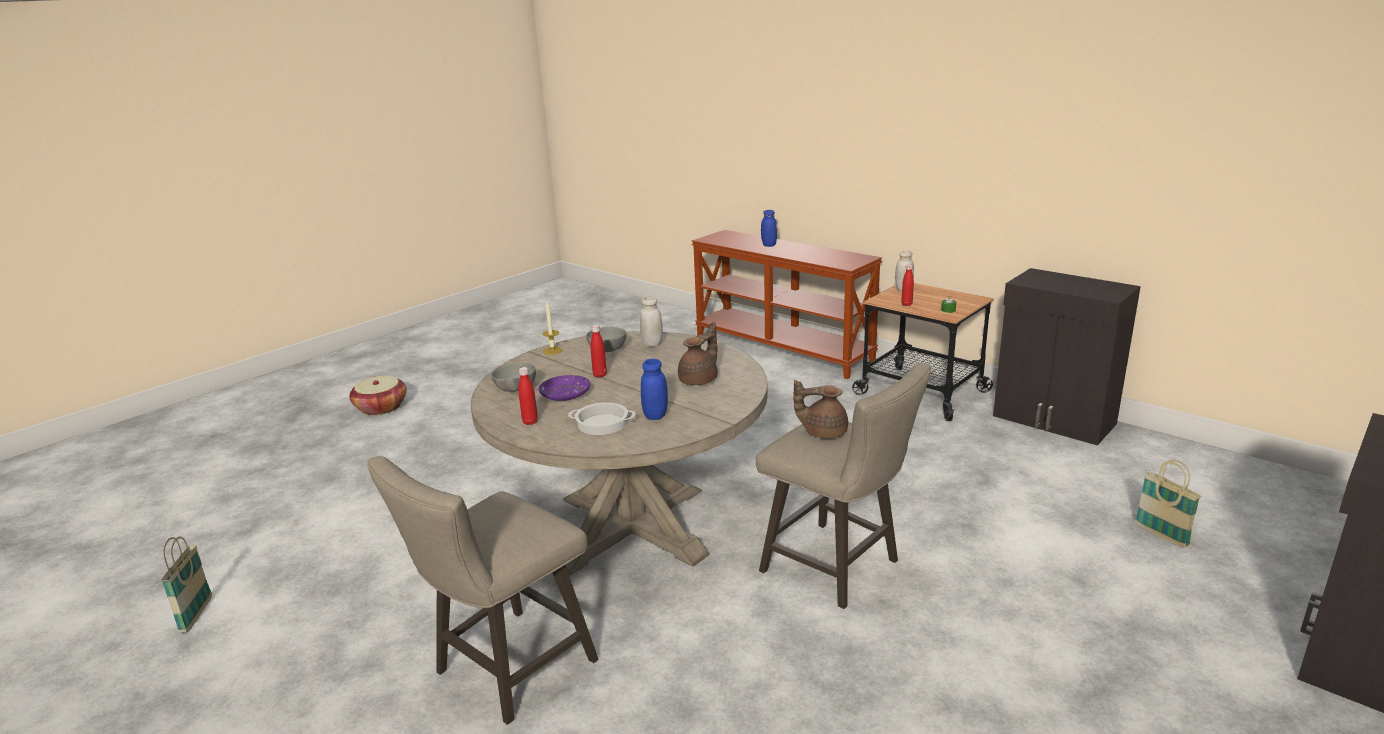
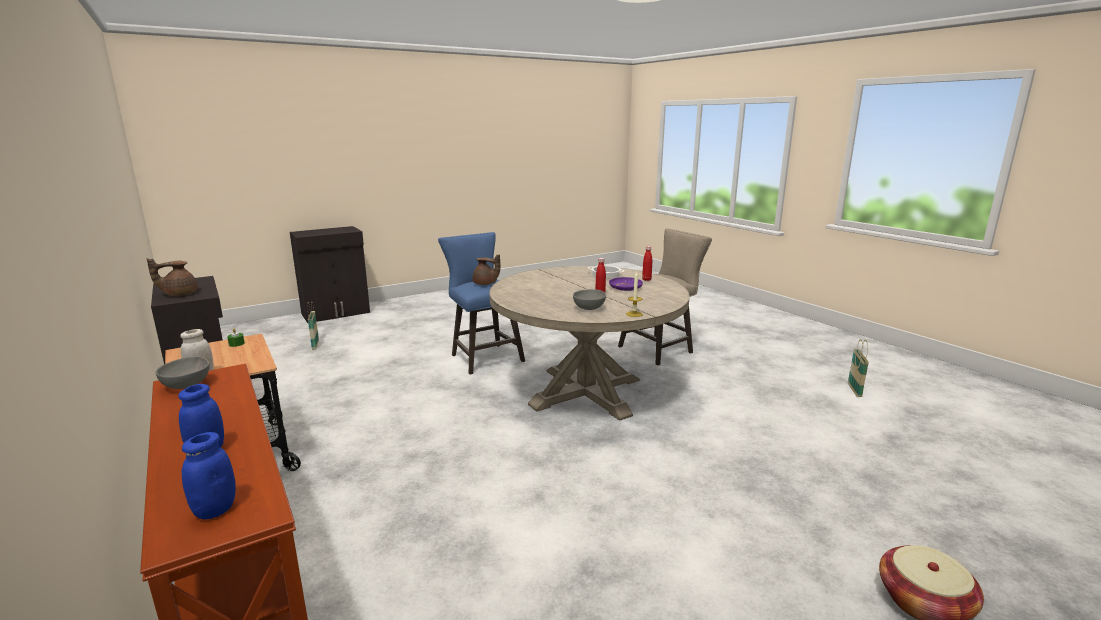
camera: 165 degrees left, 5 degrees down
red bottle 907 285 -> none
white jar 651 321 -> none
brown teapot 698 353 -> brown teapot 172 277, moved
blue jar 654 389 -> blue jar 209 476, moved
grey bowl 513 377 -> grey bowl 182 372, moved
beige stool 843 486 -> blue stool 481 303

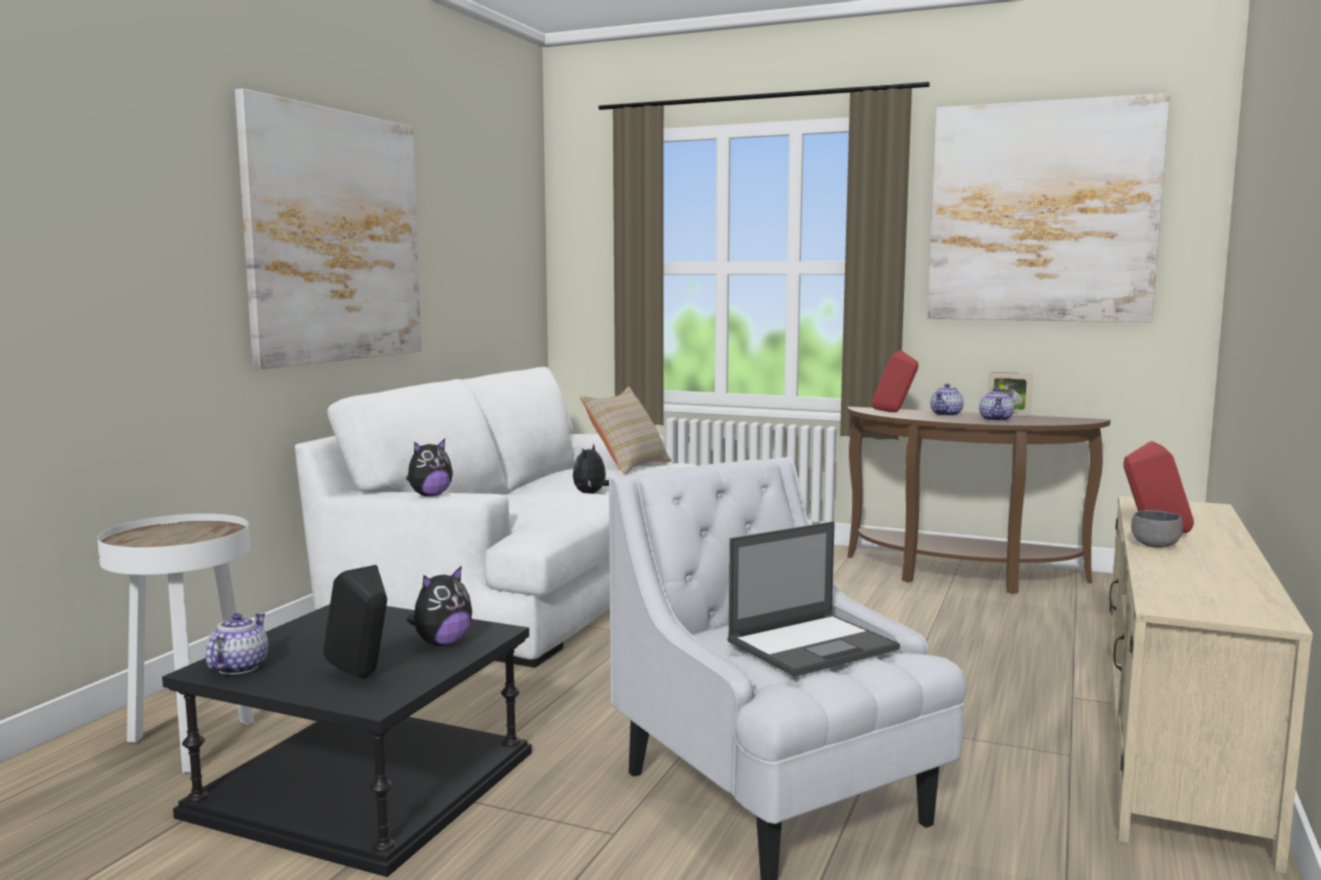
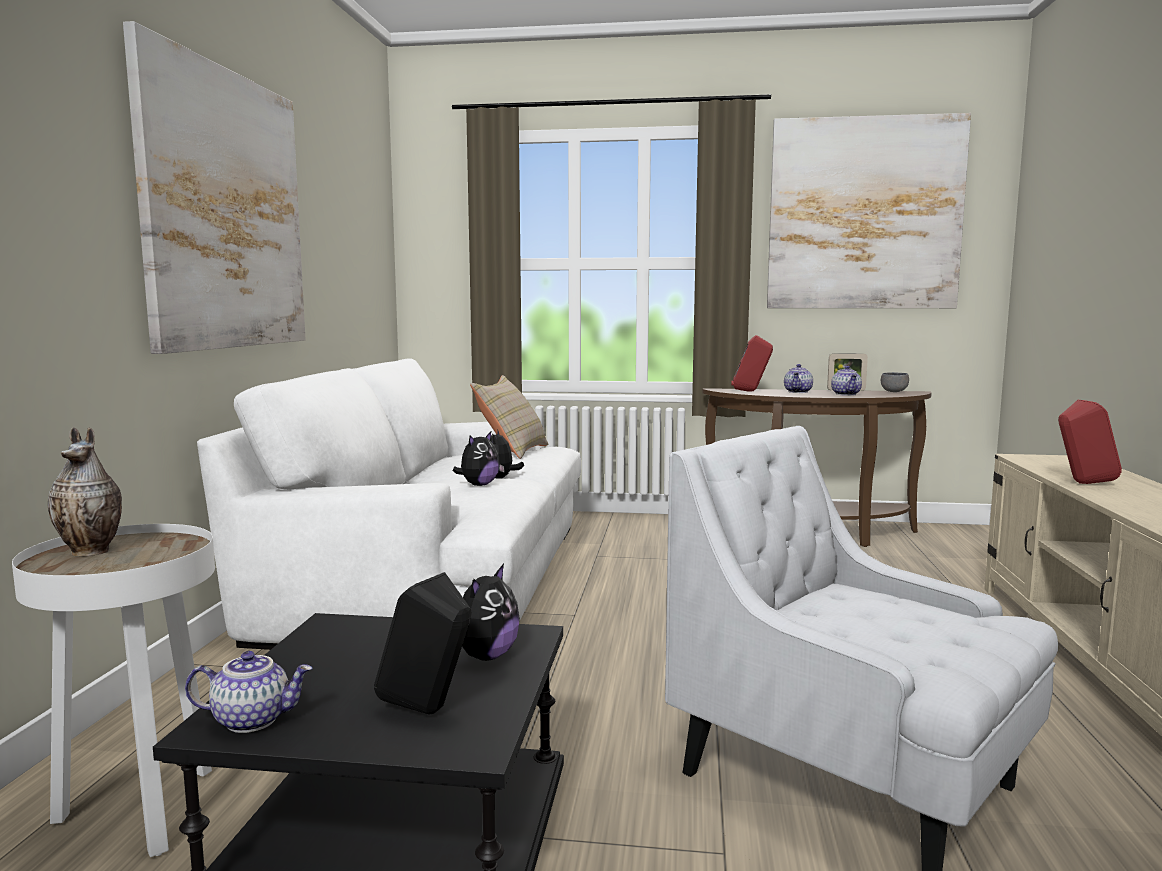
camera: 15 degrees left, 0 degrees up
plush toy 429 467 -> plush toy 476 459, moved
grey bowl 1157 529 -> grey bowl 895 382, moved
laptop 813 599 -> none
teapot 237 644 -> teapot 248 692, 90 degrees clockwise
none -> vase 85 491

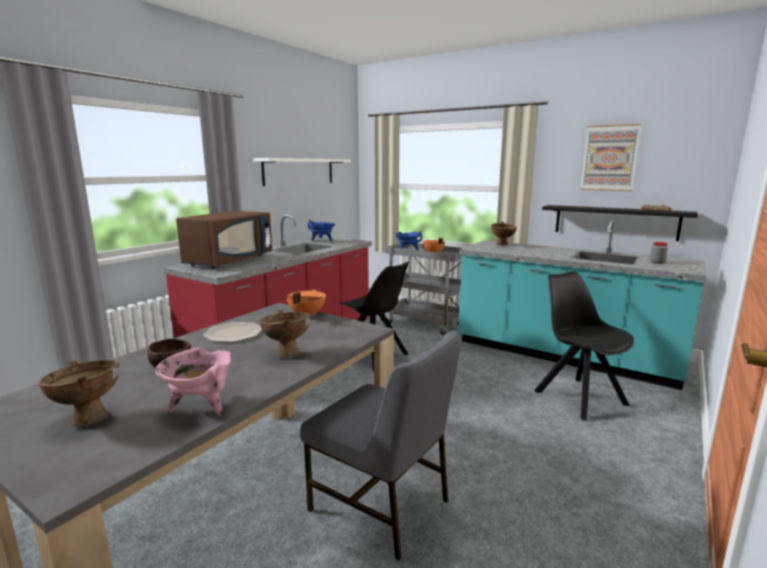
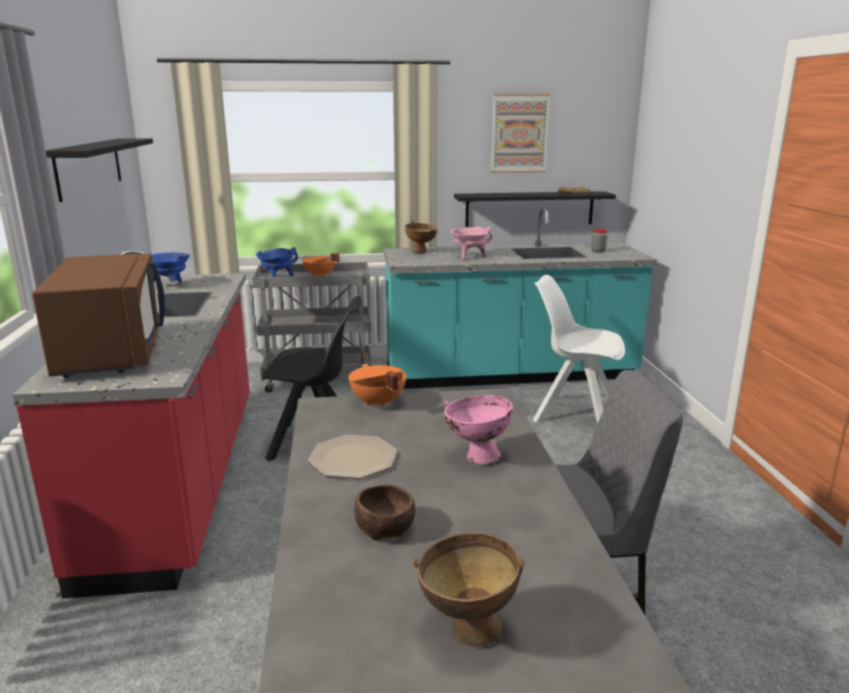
camera: 40 degrees left, 5 degrees up
white shelf 302 172 -> black shelf 99 170
black chair 584 346 -> white chair 579 349
brown bowl 284 334 -> pink bowl 478 429
pink cooking pot 193 381 -> pink cooking pot 471 242, moved

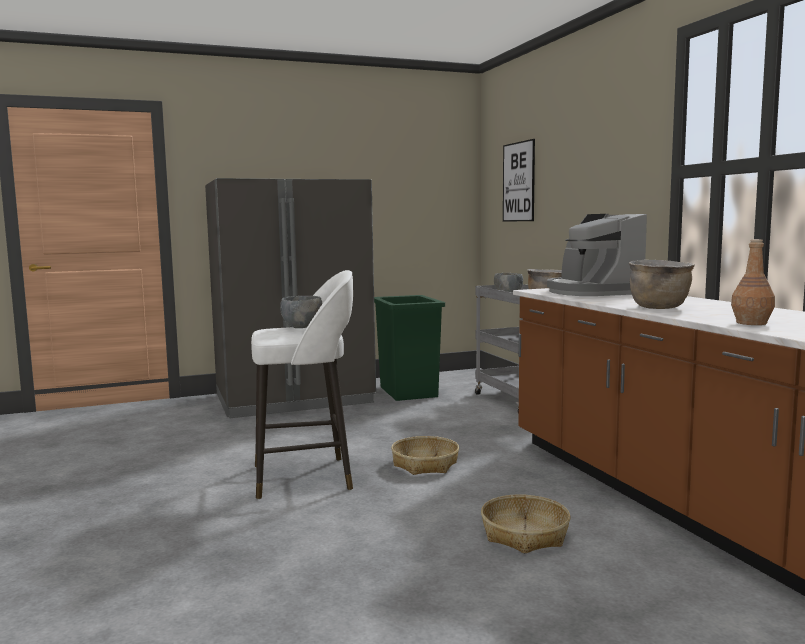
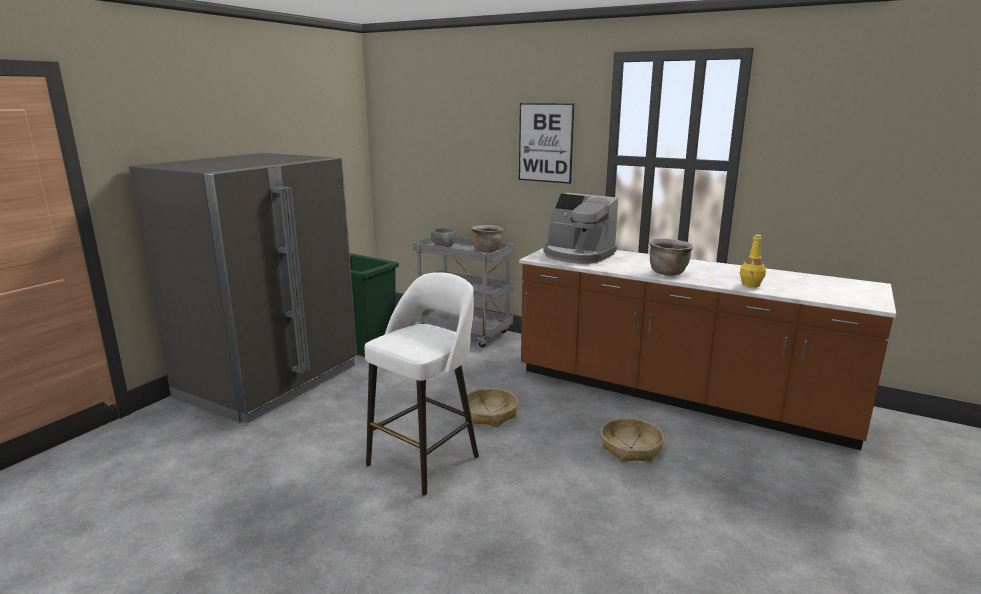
camera: 40 degrees left, 10 degrees up
picture 519 180 -> picture 546 143, moved
brown bottle 753 282 -> yellow bottle 753 261
grey bowl 301 312 -> none

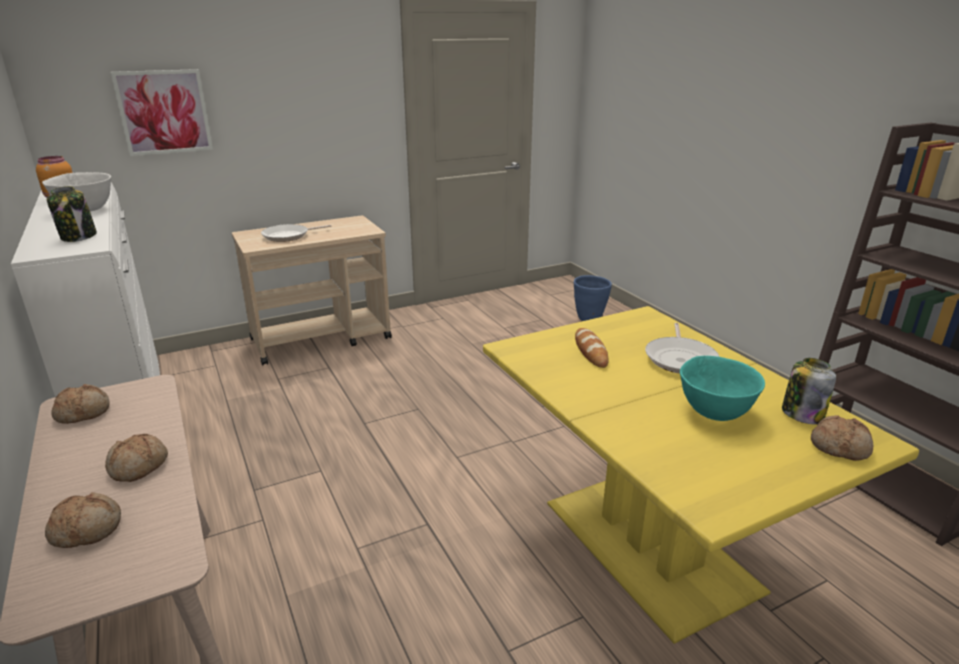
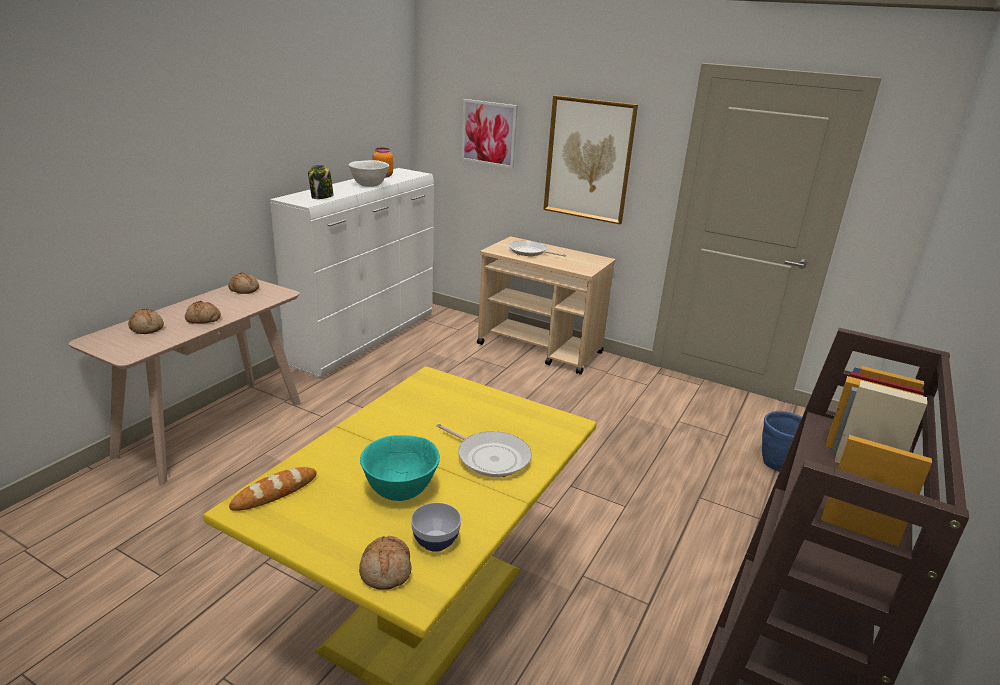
camera: 55 degrees right, 0 degrees up
frying pan 682 348 -> frying pan 484 450, 120 degrees counterclockwise
bread 591 348 -> bread 273 489, moved
jar 809 391 -> bowl 436 527
none -> picture 590 159

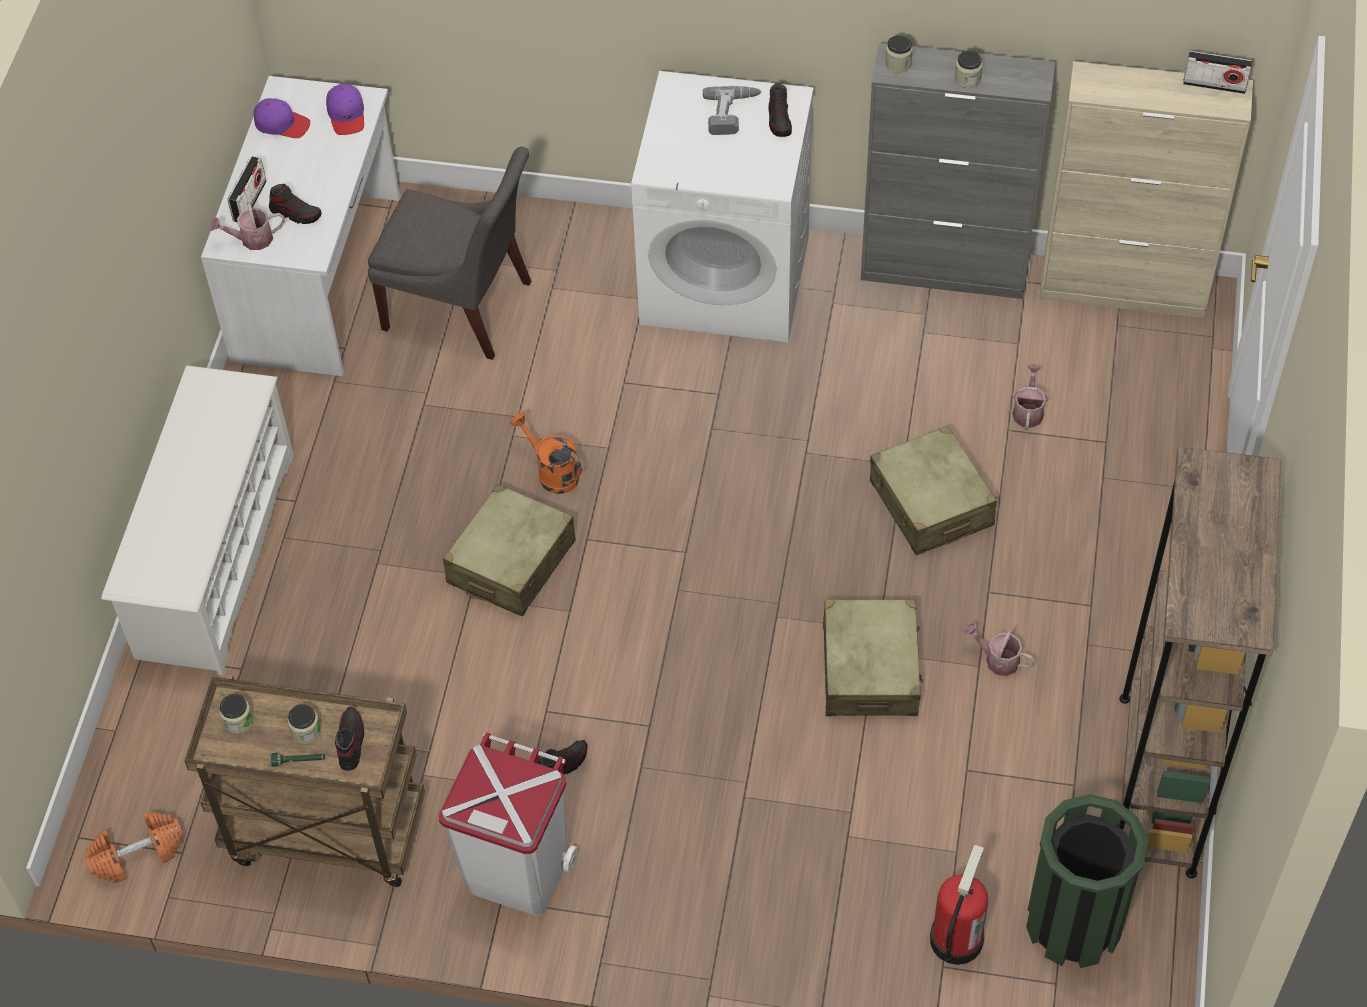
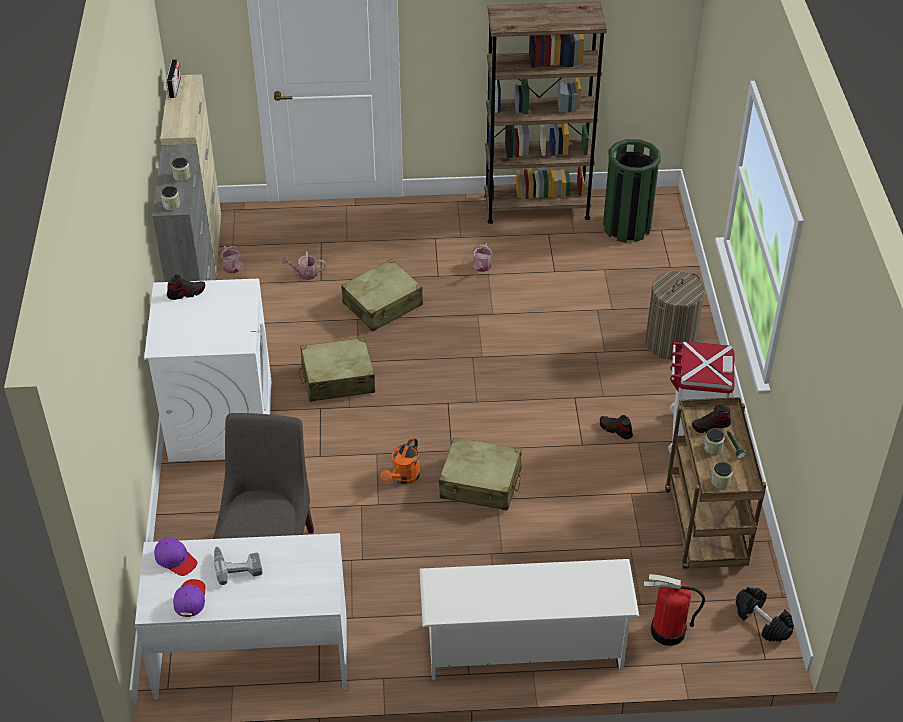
camera: 105 degrees left, 10 degrees down
purple cap 345 109 -> purple cap 176 556, 60 degrees clockwise
power drill 732 110 -> power drill 238 566, moved
radio 247 189 -> none
shoe 295 204 -> none
watering can 247 226 -> watering can 232 260, moved
beige suitcase 873 657 -> beige suitcase 336 370, moved
orange dumbbell 134 847 -> black dumbbell 765 614
fire extinguisher 959 904 -> fire extinguisher 674 610, moved
none -> laundry basket 675 315

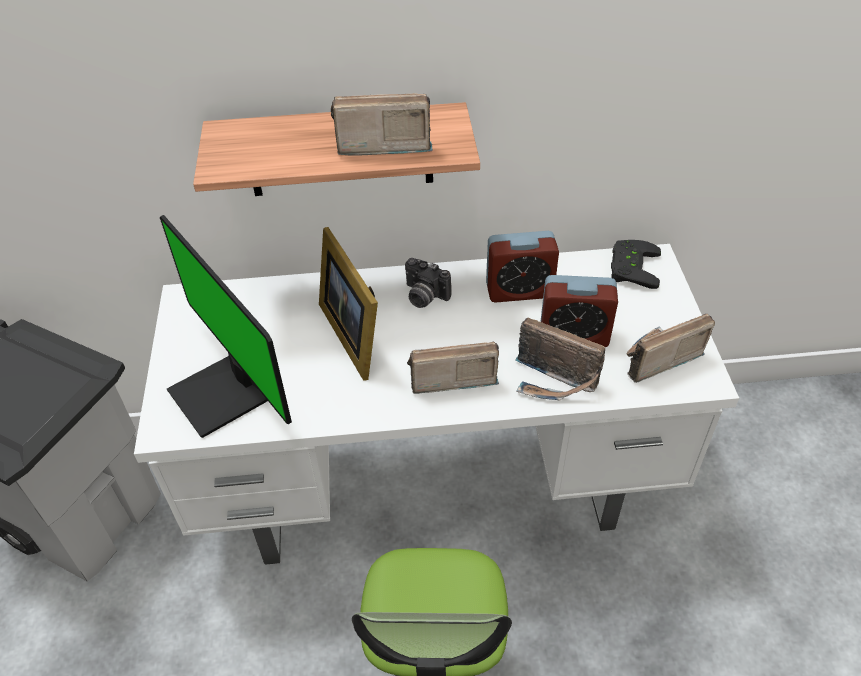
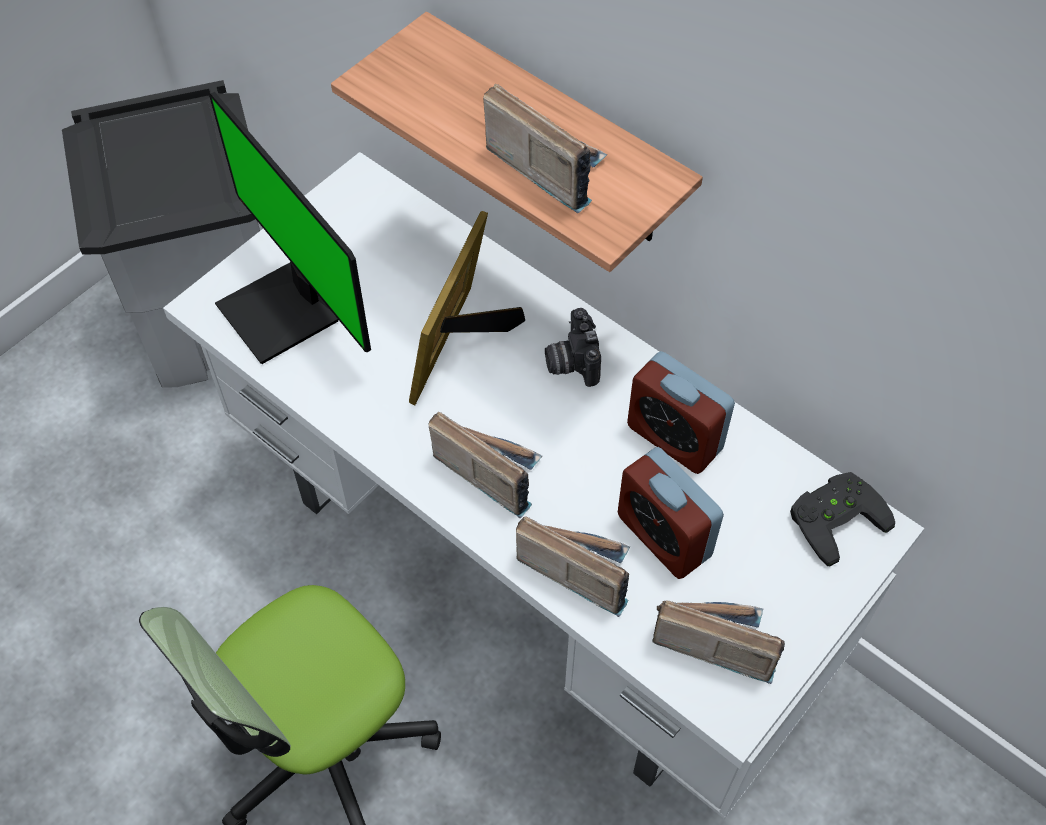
camera: 45 degrees right, 10 degrees up
monitor 226 326 -> monitor 290 228, 45 degrees counterclockwise
radio 560 359 -> radio 573 566, 135 degrees clockwise

